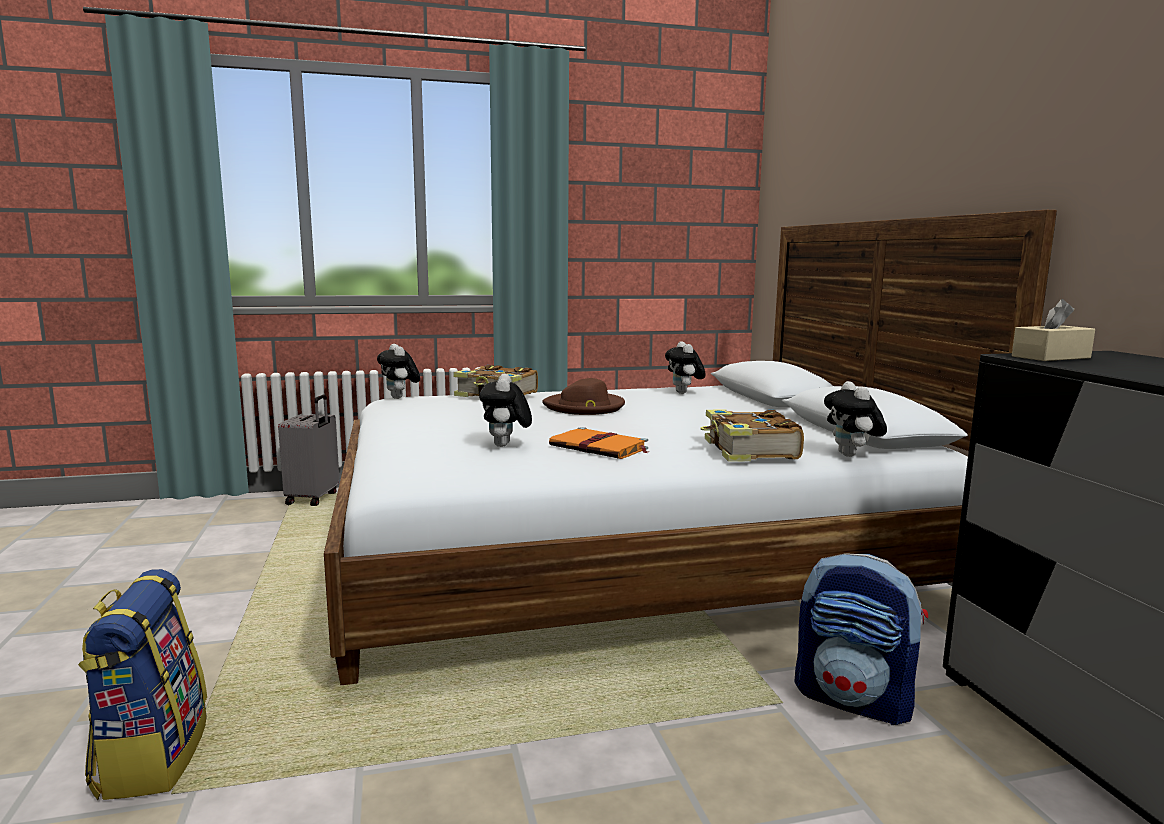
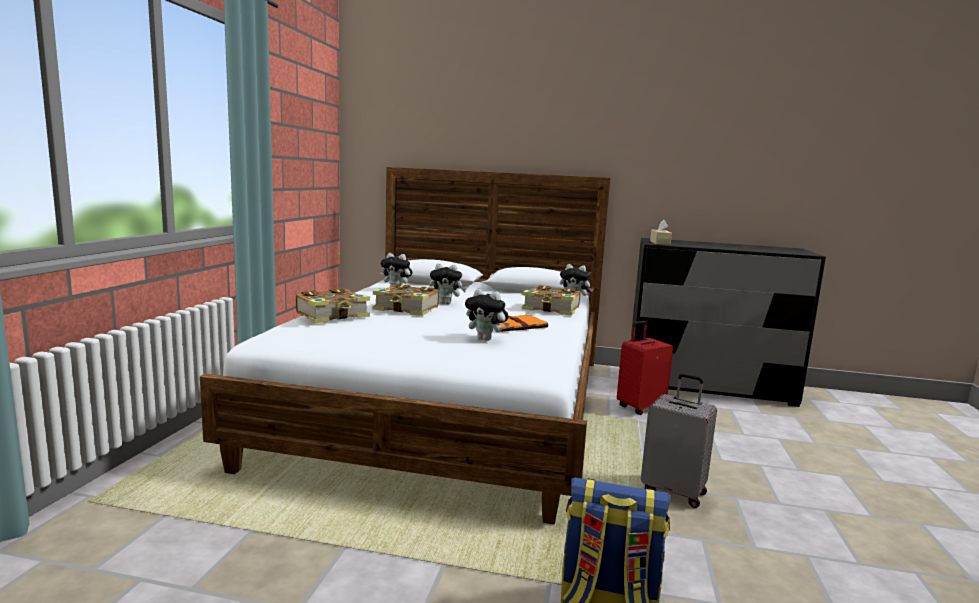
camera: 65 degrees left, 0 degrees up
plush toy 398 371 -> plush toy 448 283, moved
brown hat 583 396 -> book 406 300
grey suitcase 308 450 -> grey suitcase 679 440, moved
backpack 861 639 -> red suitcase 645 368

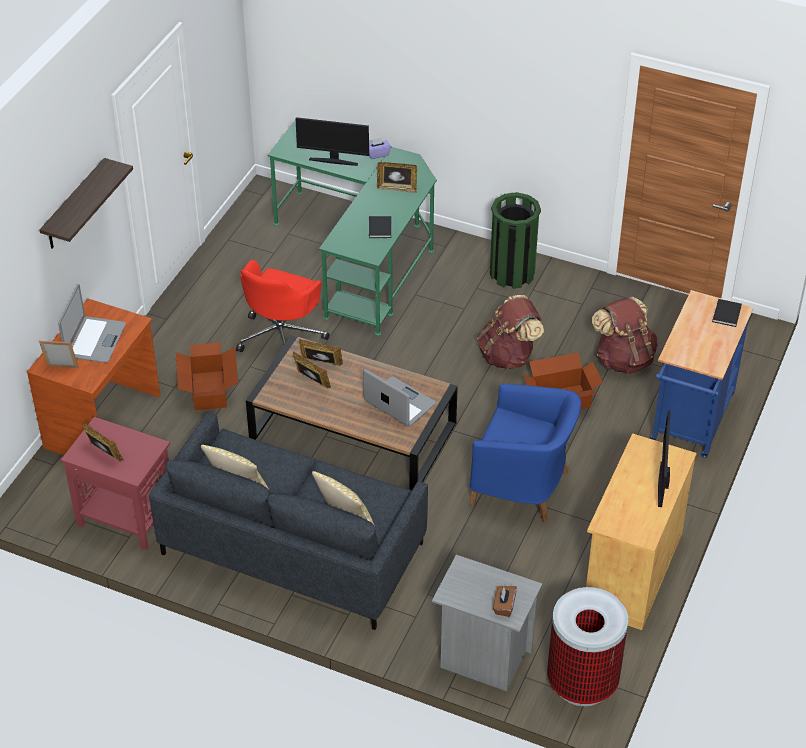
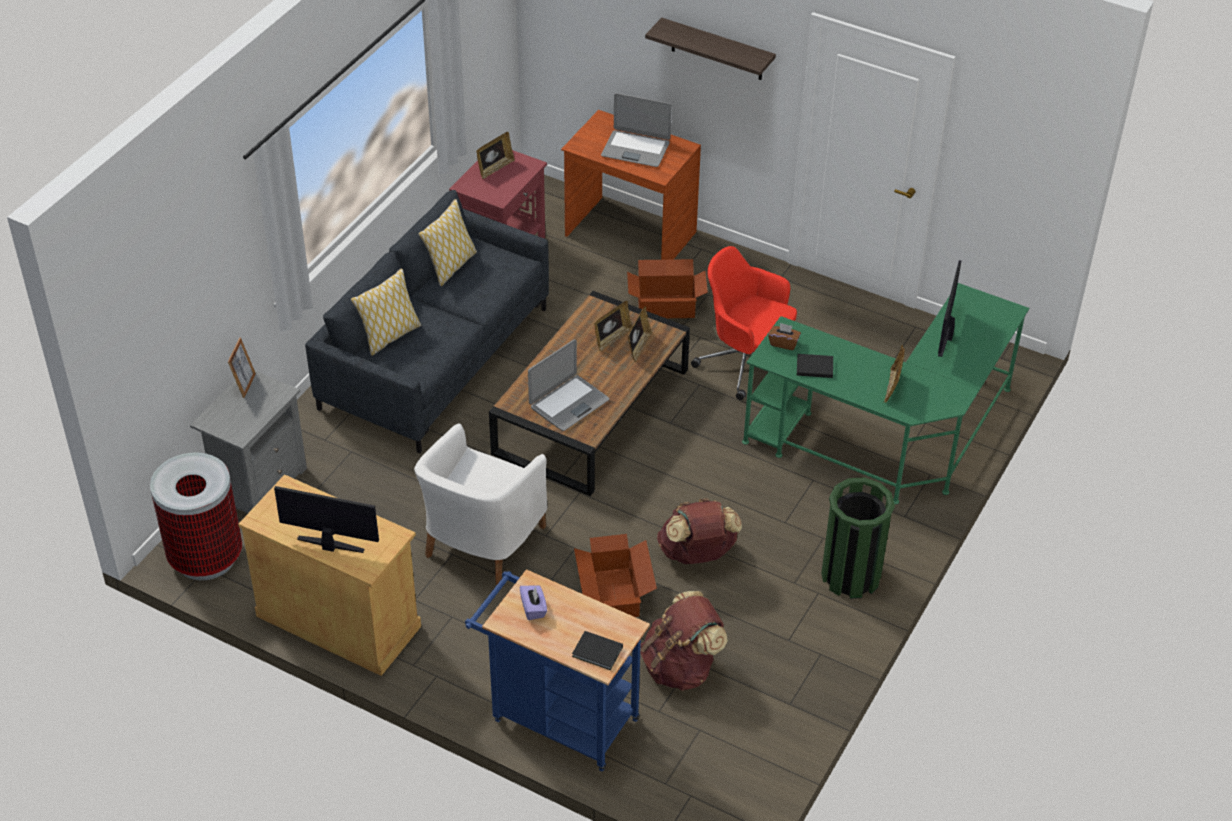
camera: 95 degrees right, 0 degrees up
purple tissue box 380 148 -> purple tissue box 533 602, moved
picture frame 59 354 -> picture frame 242 368, moved
blue armchair 525 453 -> white armchair 480 504
brown tissue box 505 601 -> brown tissue box 784 336, moved

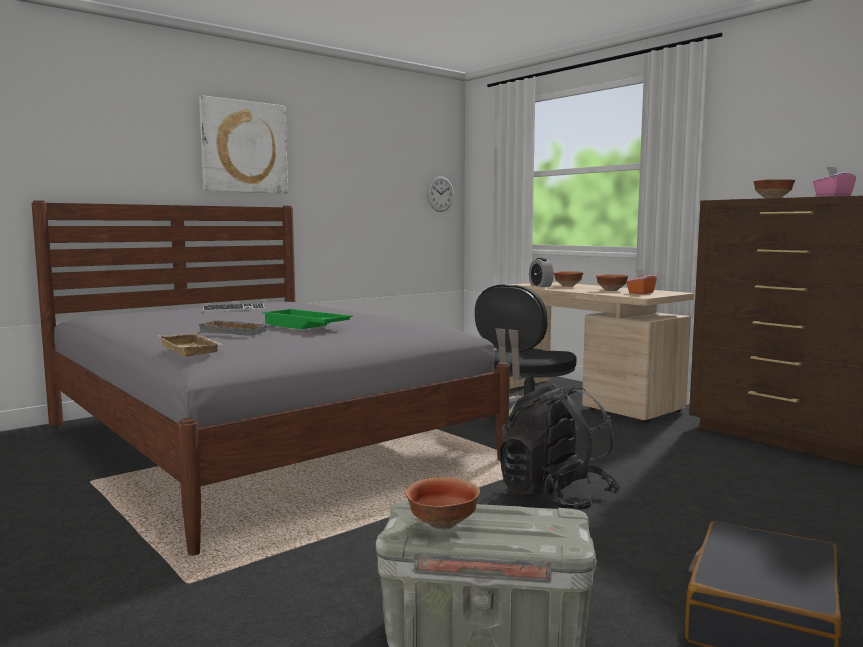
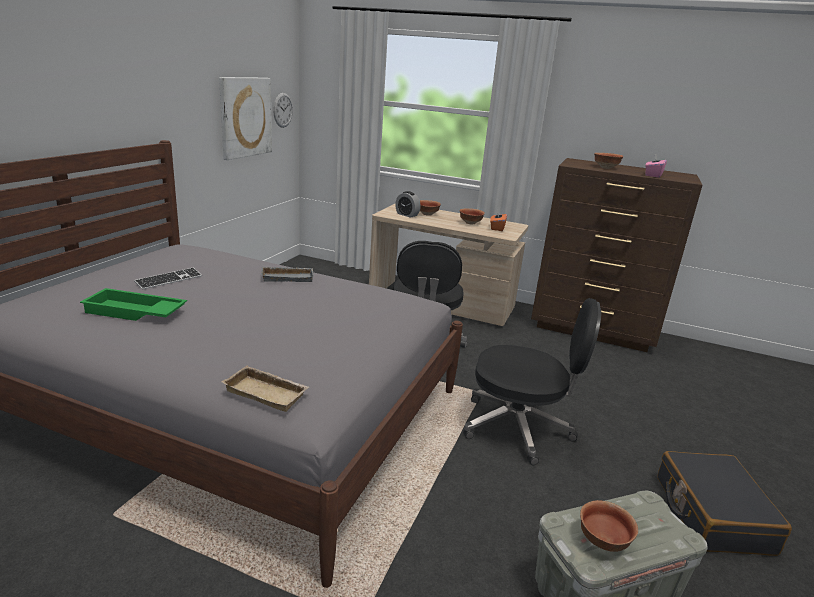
camera: 30 degrees left, 15 degrees up
picture 243 144 -> picture 245 118, moved
green tray 307 319 -> green tray 133 304, moved
grey tray 234 328 -> grey tray 287 274, moved
black backpack 560 447 -> black office chair 532 381

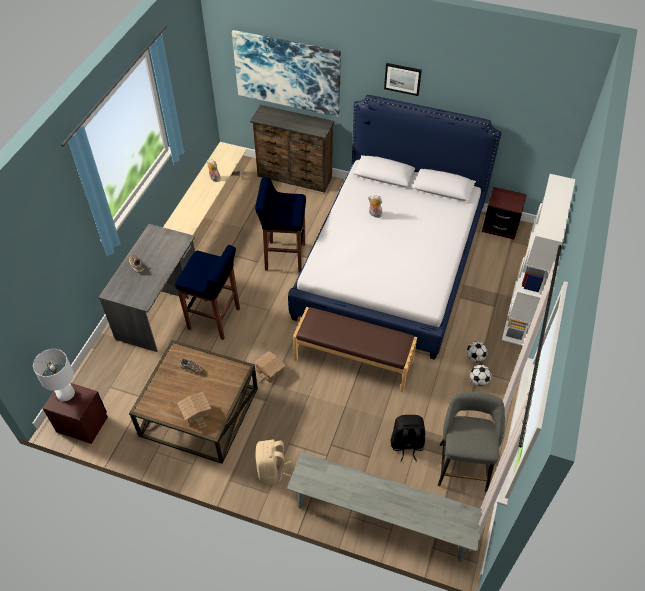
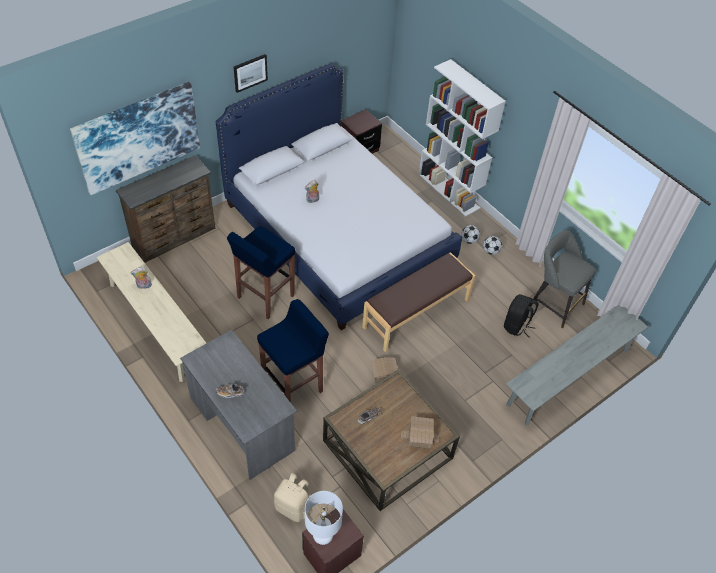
camera: 60 degrees left, 0 degrees up
beige backpack 273 462 -> beige backpack 292 497, moved

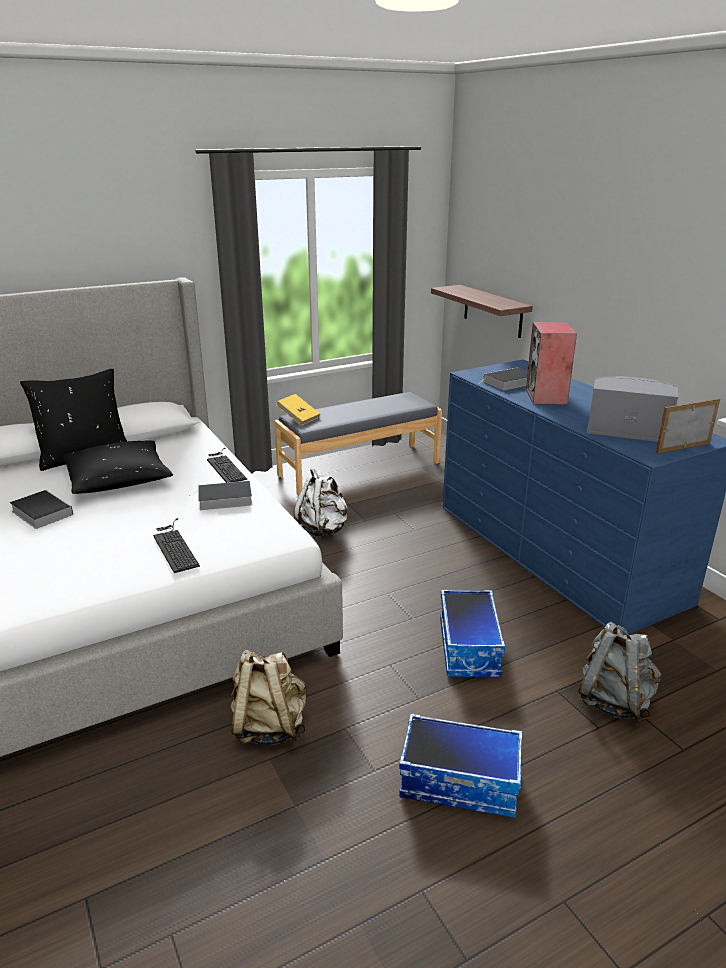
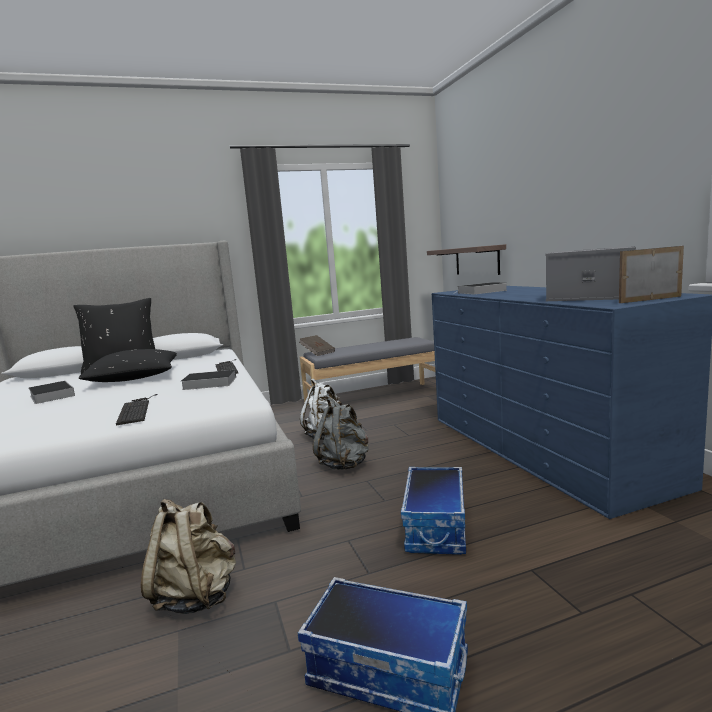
camera: 10 degrees right, 15 degrees down
speaker 551 363 -> none
yellow book 298 409 -> brown book 317 345
grey backpack 619 672 -> grey backpack 341 434, moved

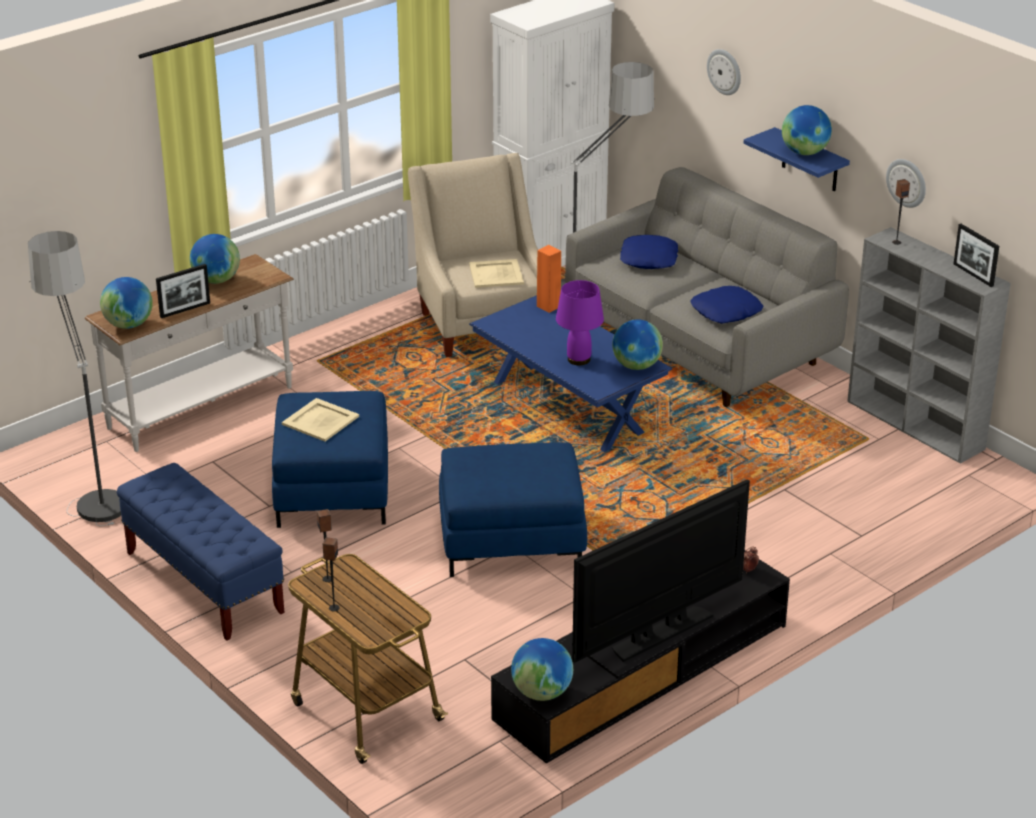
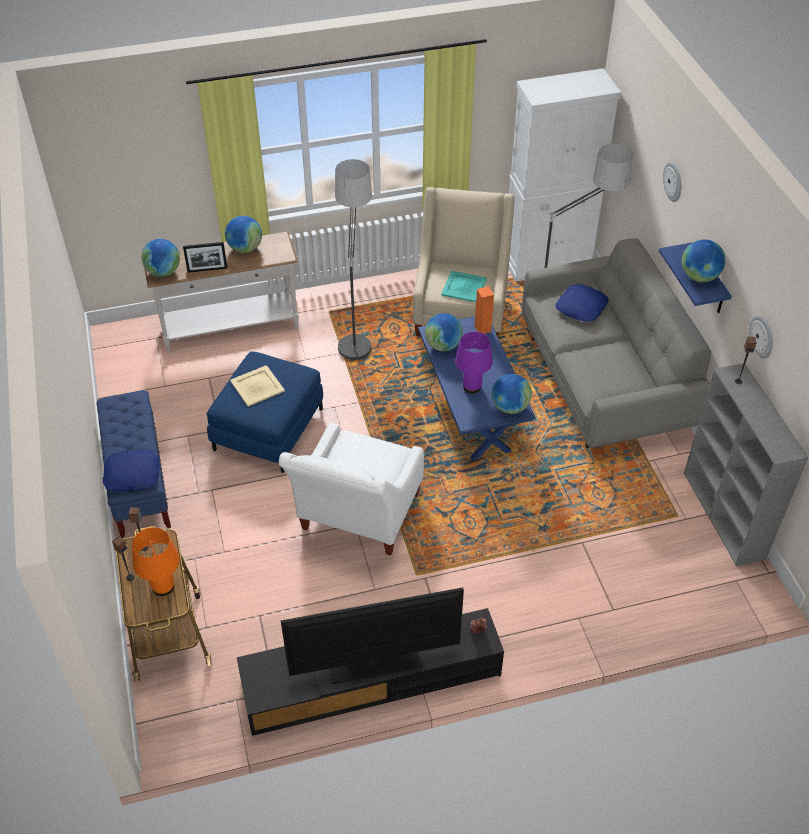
camera: 25 degrees right, 15 degrees up
picture frame 976 255 -> none
floor lamp 74 378 -> floor lamp 352 259, moved
beige tray 496 273 -> turquoise tray 464 286
blue pillow 726 305 -> blue pillow 131 471, moved
blue ottoman 513 509 -> white armchair 351 489
globe 542 669 -> globe 444 332, moved
none -> orange table lamp 156 561

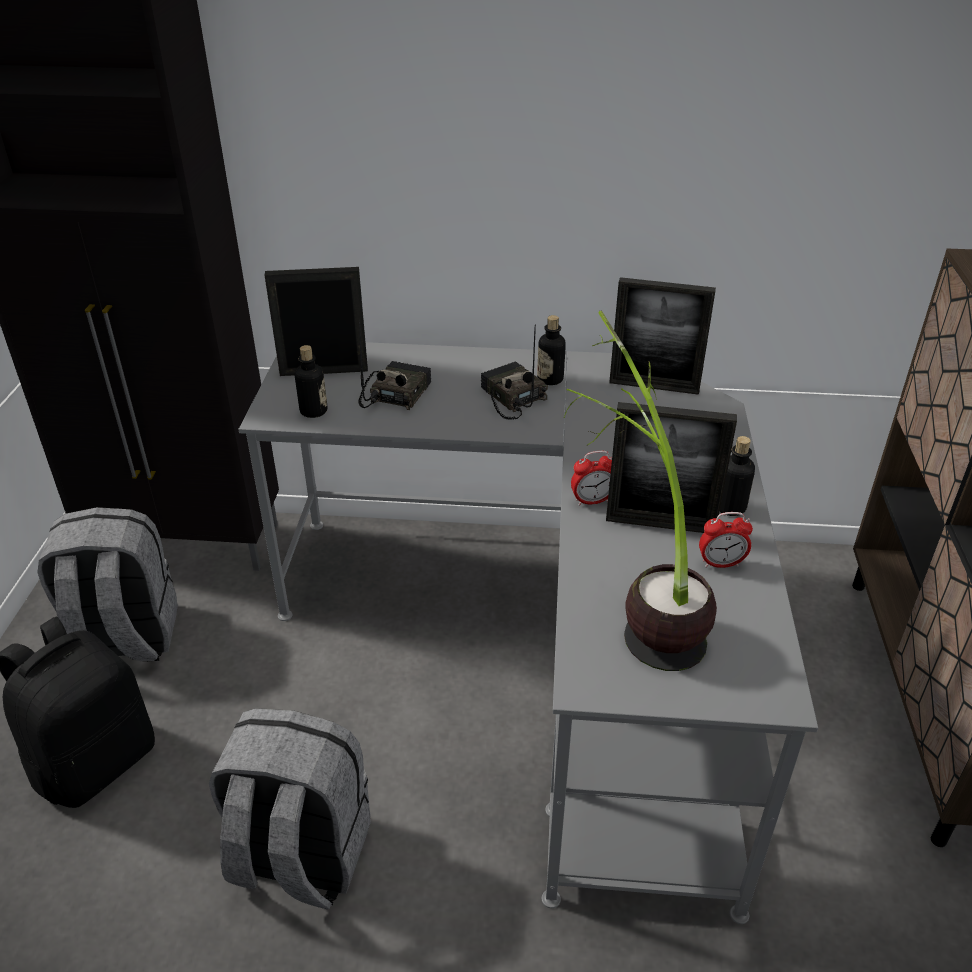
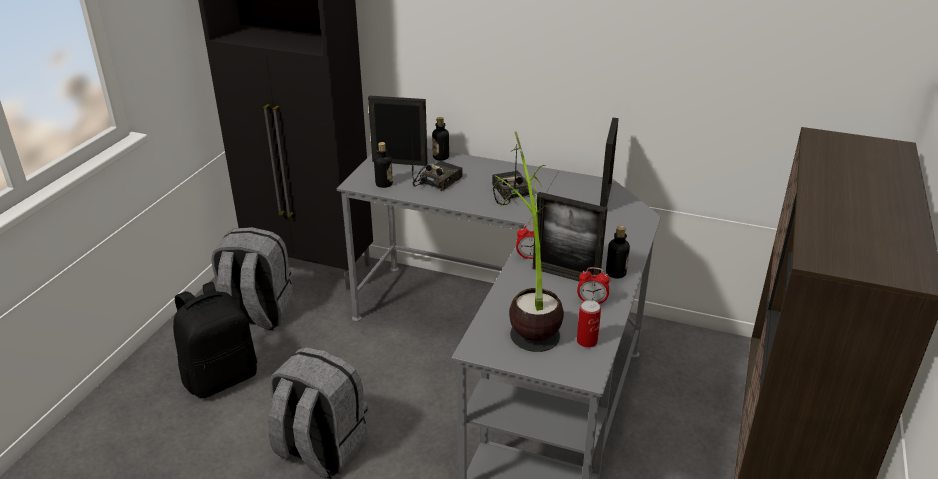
camera: 15 degrees right, 5 degrees down
picture frame 662 336 -> picture frame 609 162, 105 degrees counterclockwise
bottle 551 350 -> bottle 440 139, moved
none -> can 589 324

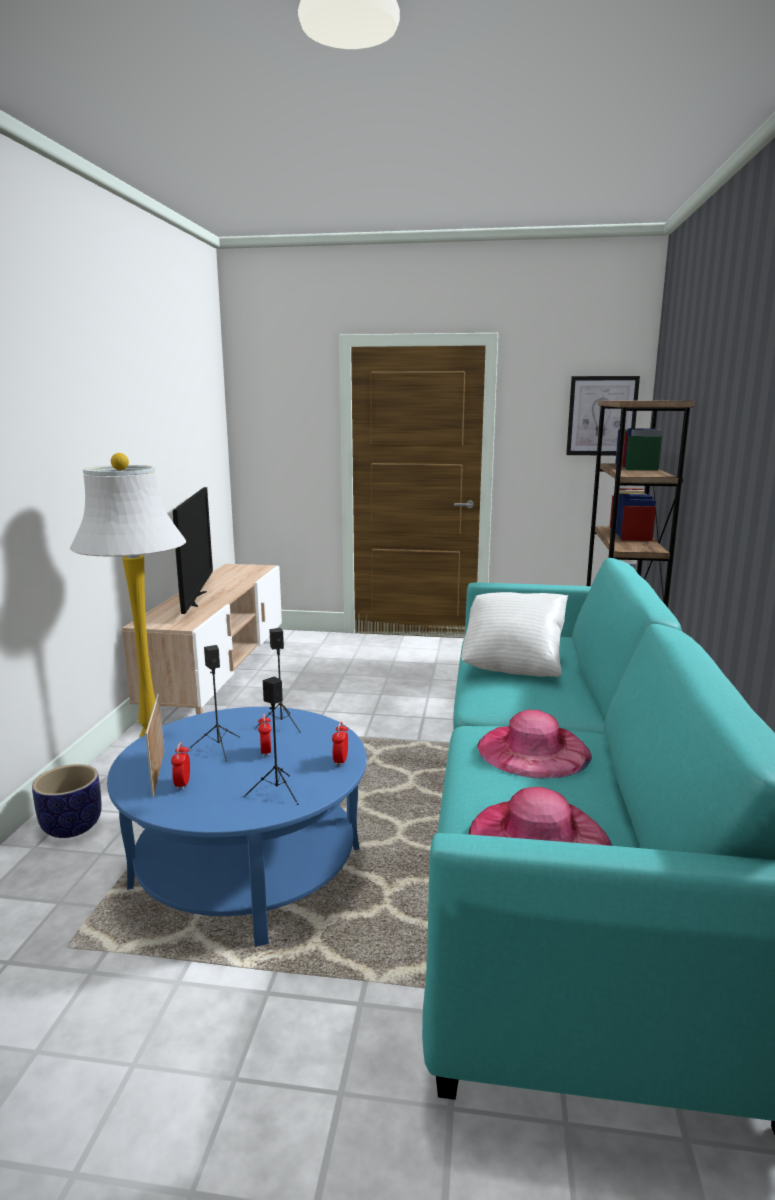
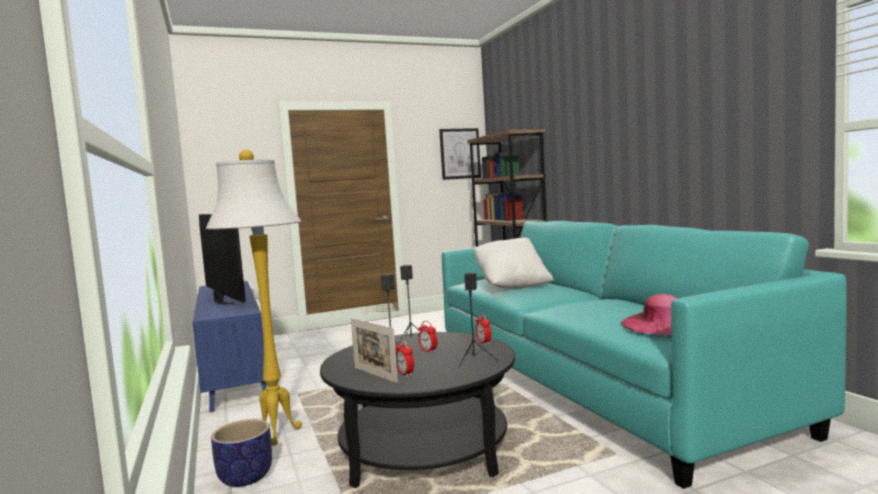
camera: 30 degrees left, 10 degrees down
beige tv stand 202 639 -> blue tv stand 229 346
blue coffee table 237 827 -> black coffee table 417 410
pink hat 535 744 -> none

